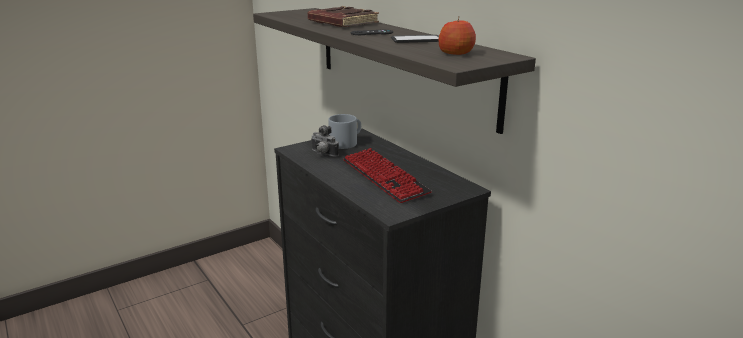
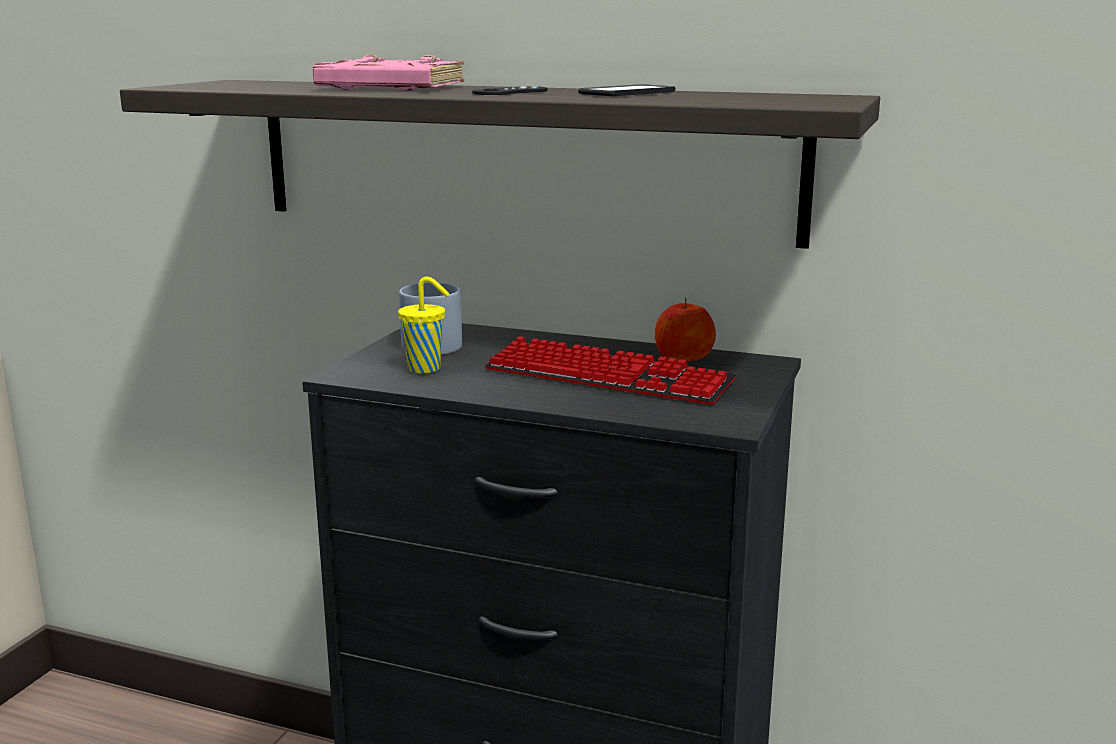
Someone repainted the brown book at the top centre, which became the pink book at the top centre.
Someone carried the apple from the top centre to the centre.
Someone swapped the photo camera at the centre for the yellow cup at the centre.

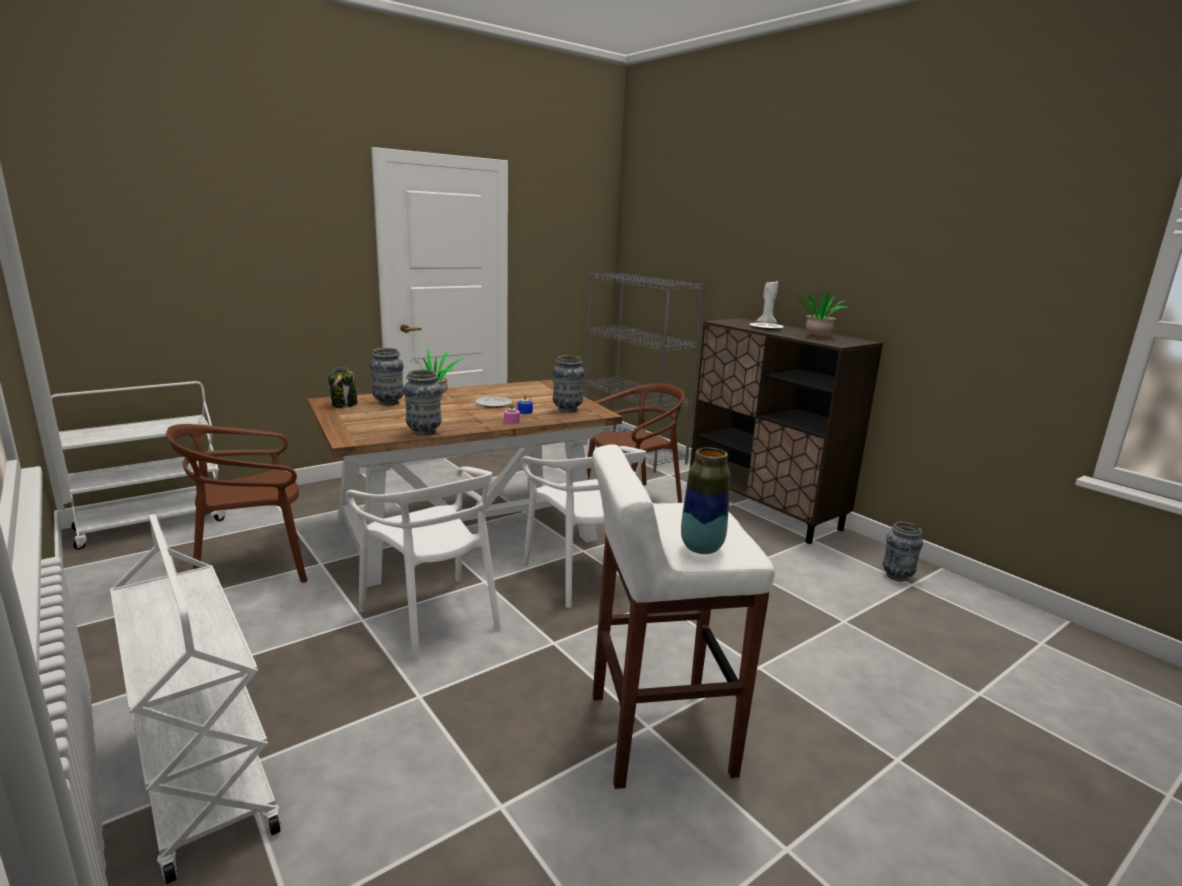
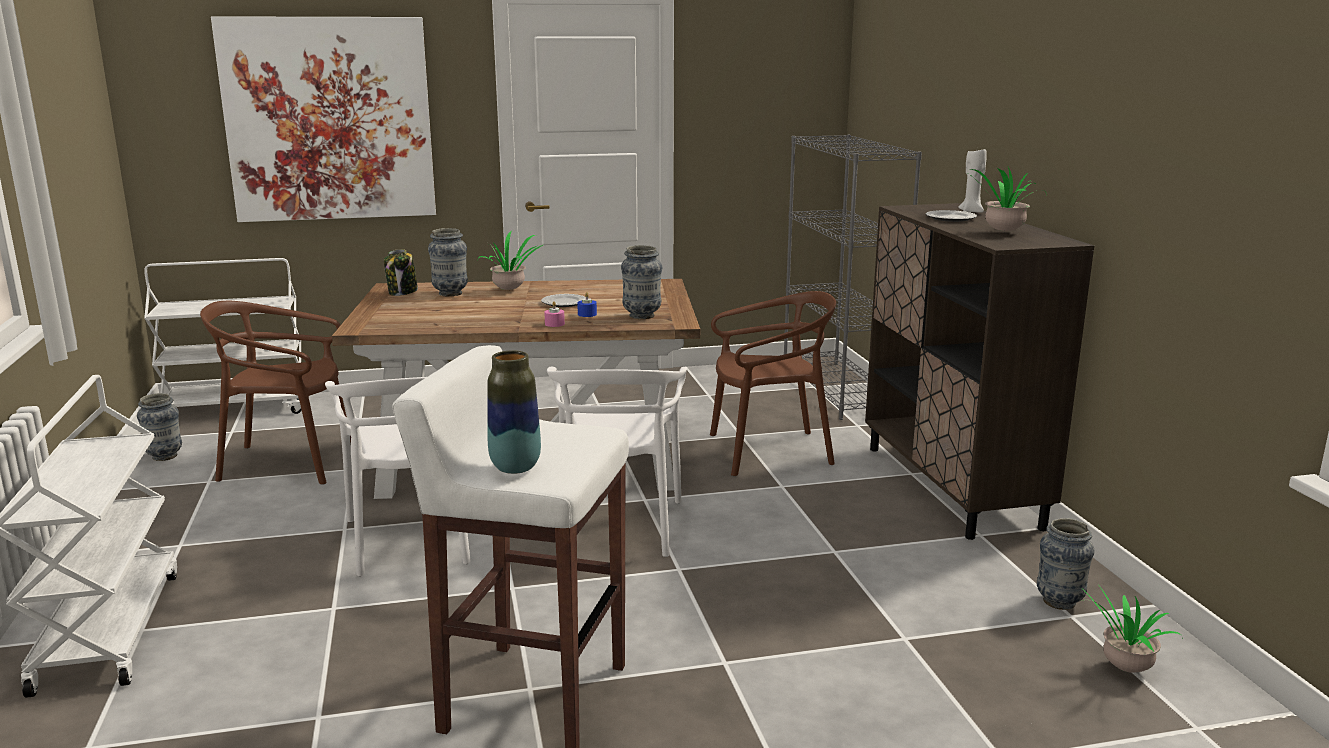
Someone carried the vase (2nd from left in the first image) from the centre to the middle left.
Someone put up the picture at the top left.
Someone put down the potted plant (3rd from left) at the bottom right.

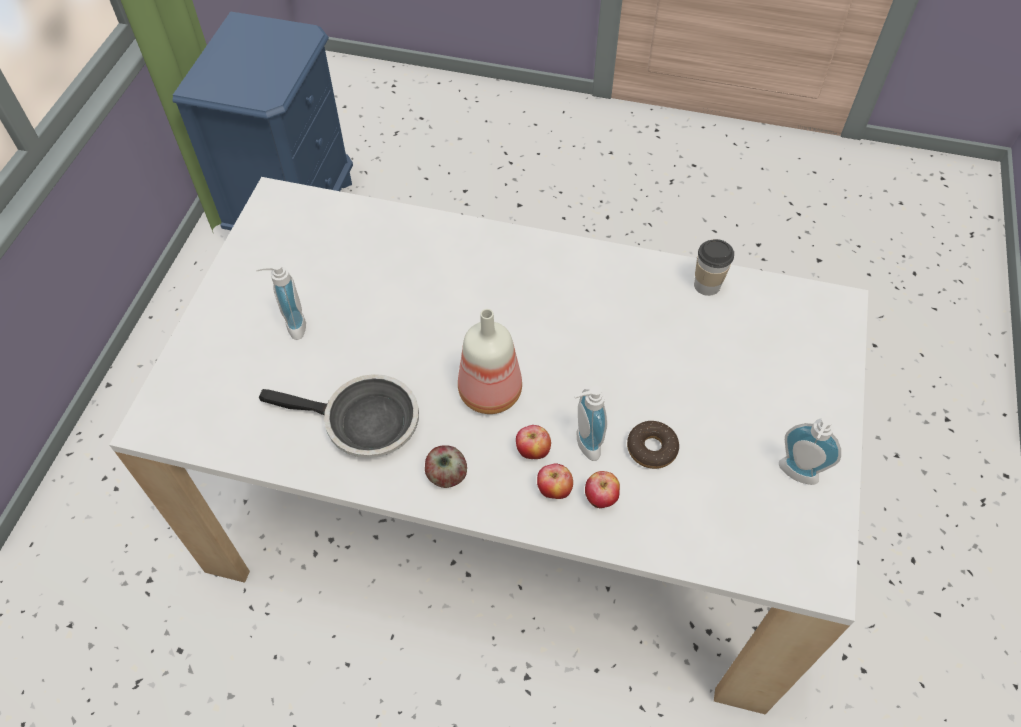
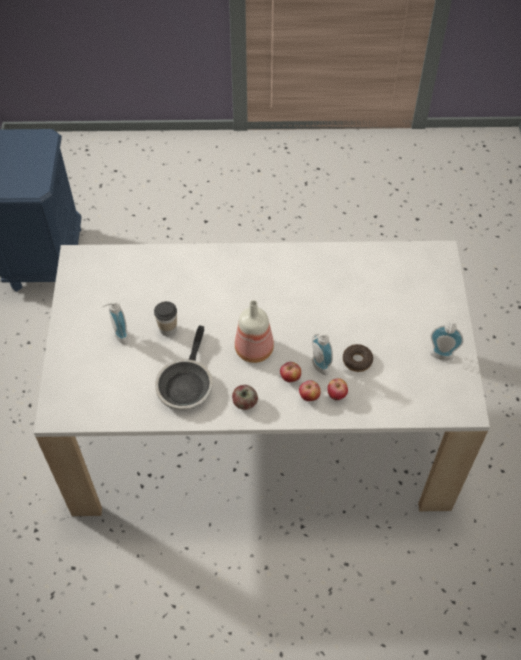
Someone carried the cup from the middle right to the middle left.
Someone rotated the frying pan at the middle left by 105 degrees clockwise.

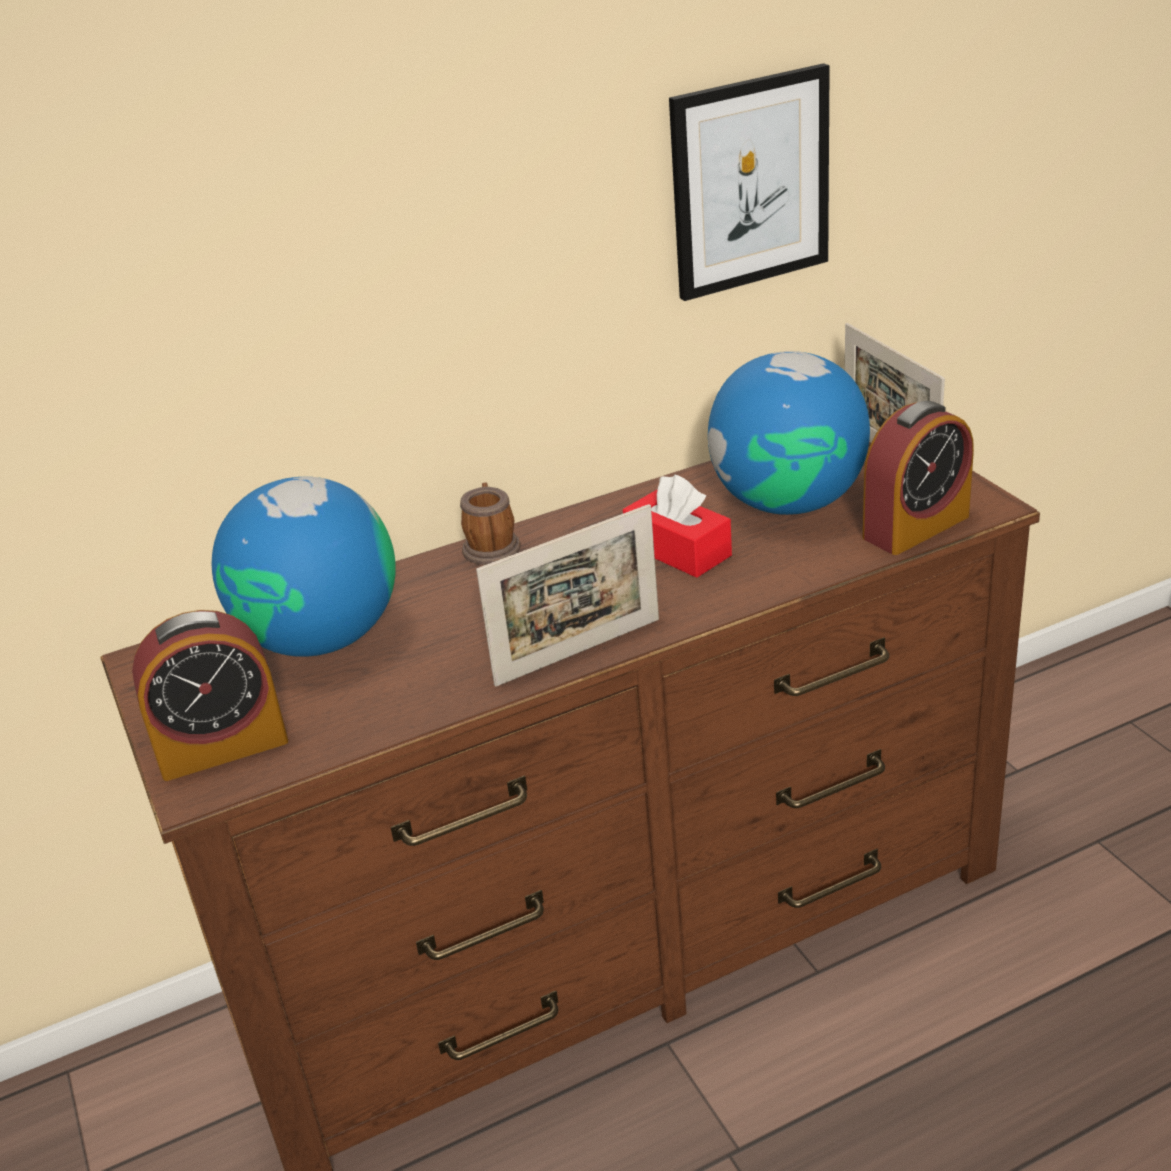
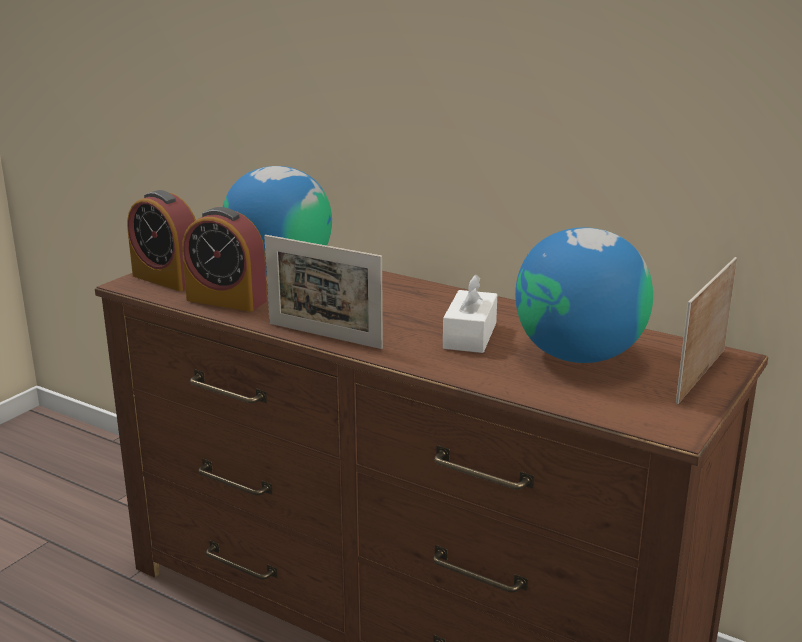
Someone took away the picture at the top centre.
Someone carried the alarm clock (2nd from left) from the middle right to the middle left.
Someone repainted the red tissue box at the centre, which became the white tissue box at the centre.
Someone took away the mug at the centre.

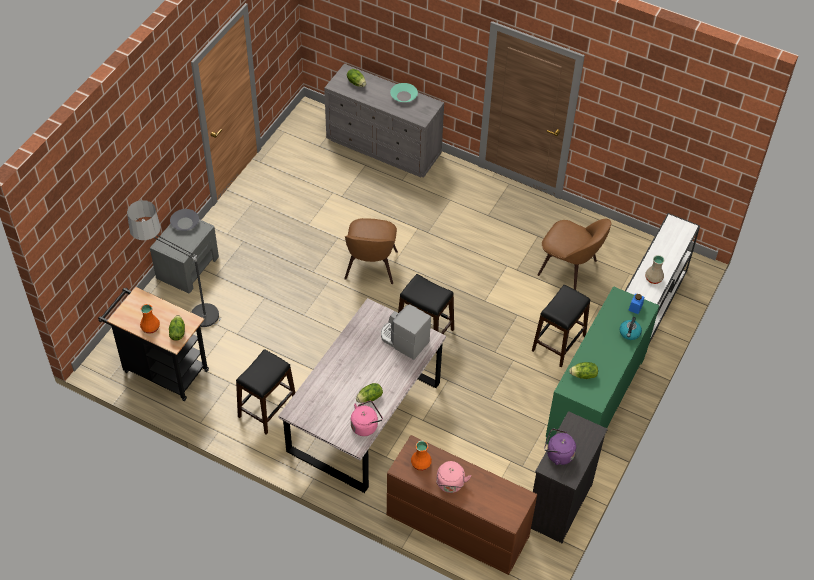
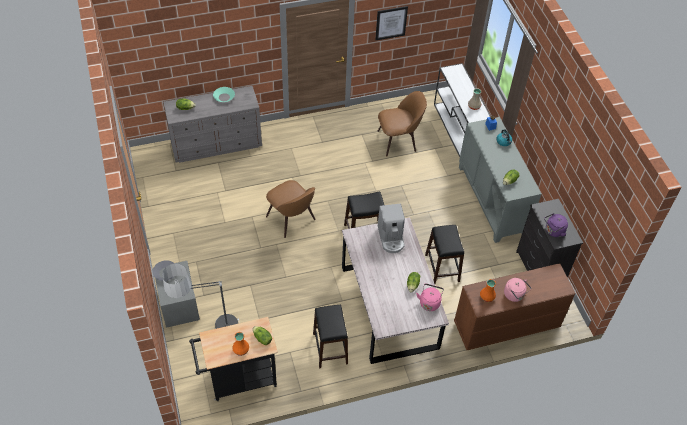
Someone carried the black stool (3rd from left) from the middle right to the centre.
Someone repainted the green cabinet at the middle right, which became the grey cabinet at the middle right.
Someone rotated the coffee machine at the centre by 90 degrees counterclockwise.
Someone put up the picture at the top centre.

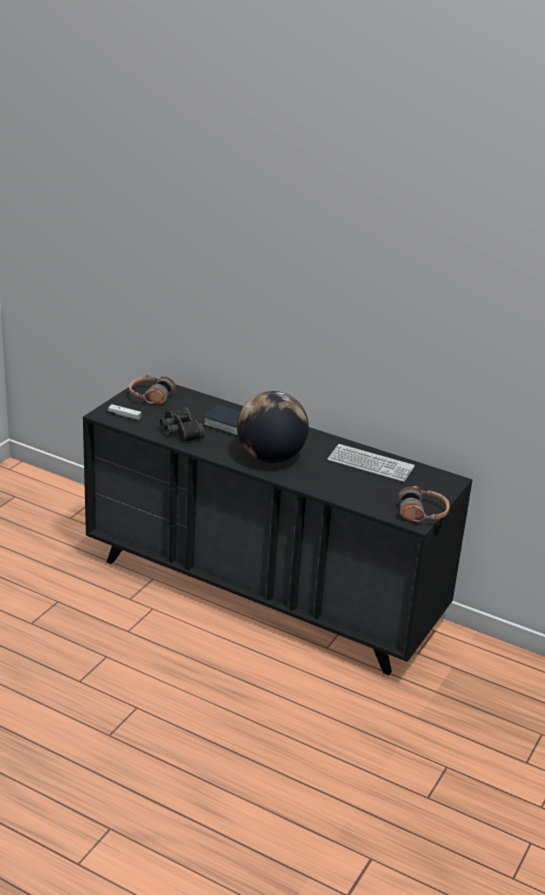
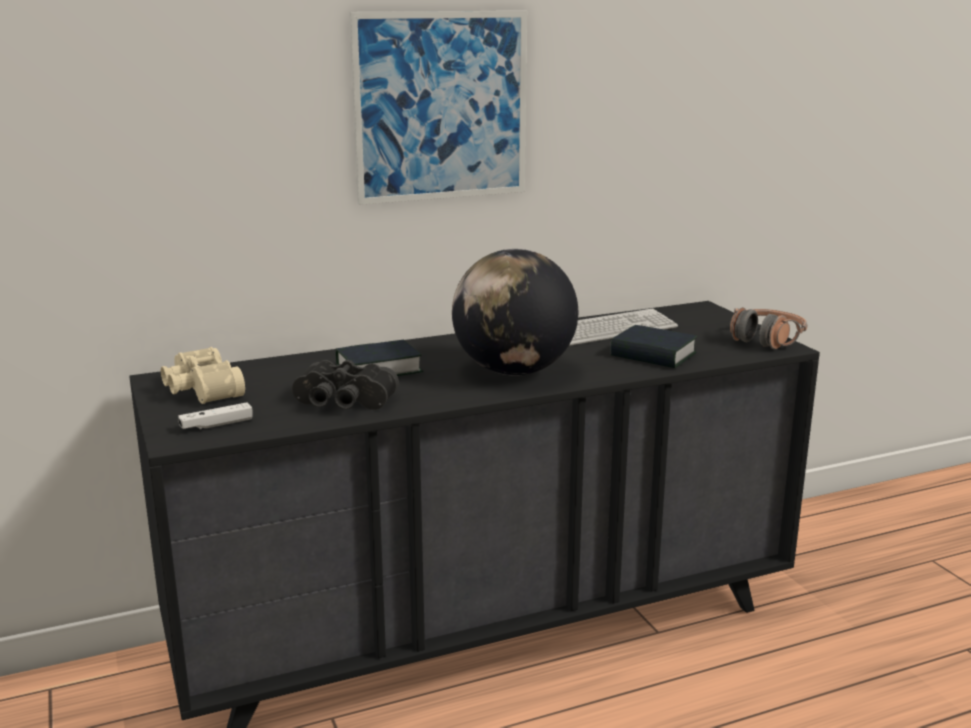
Someone swapped the headphones (1st from left) at the middle left for the beige binoculars at the middle left.
Someone put up the picture at the top centre.
Someone put down the book (2nd from left) at the middle right.

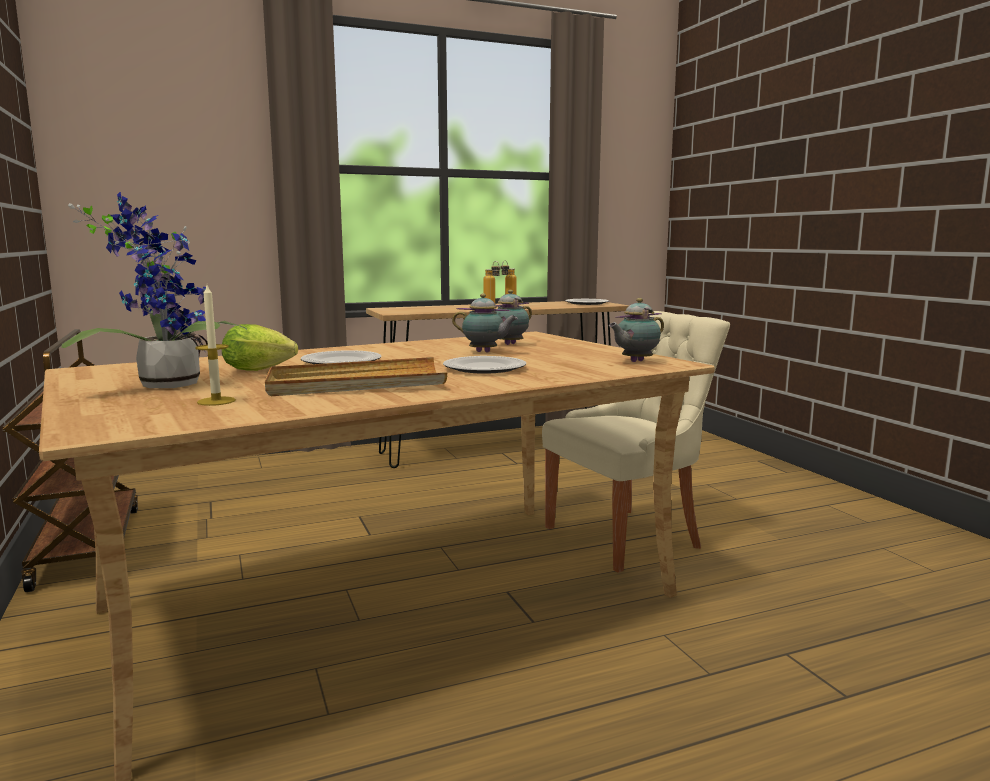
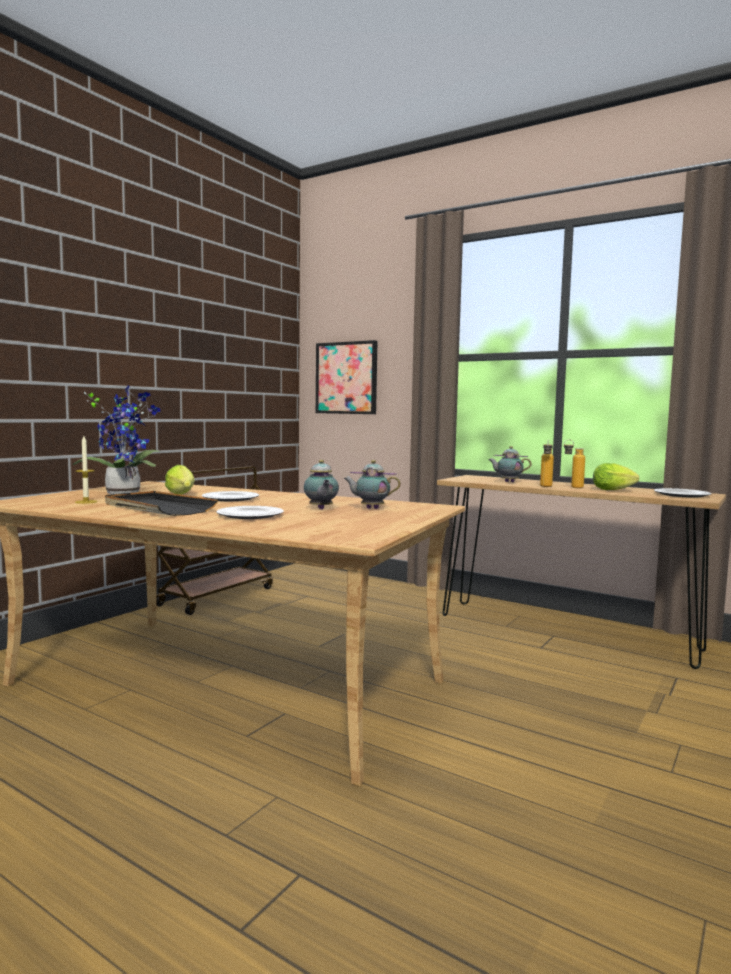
Someone carried the teapot (3rd from left) from the centre to the middle right.
Someone took away the beige chair at the centre.
Someone repainted the beige tray at the centre, which became the black tray at the middle left.
Someone put up the picture at the centre.
Someone put down the lettuce (2nd from left) at the middle right.

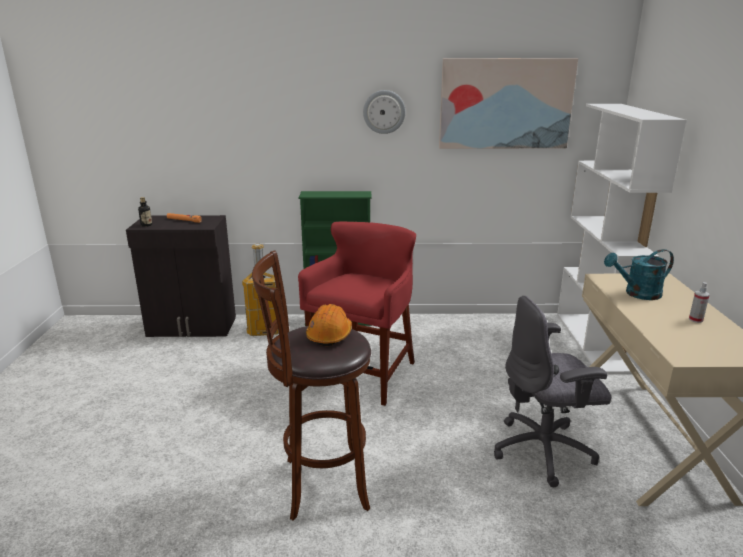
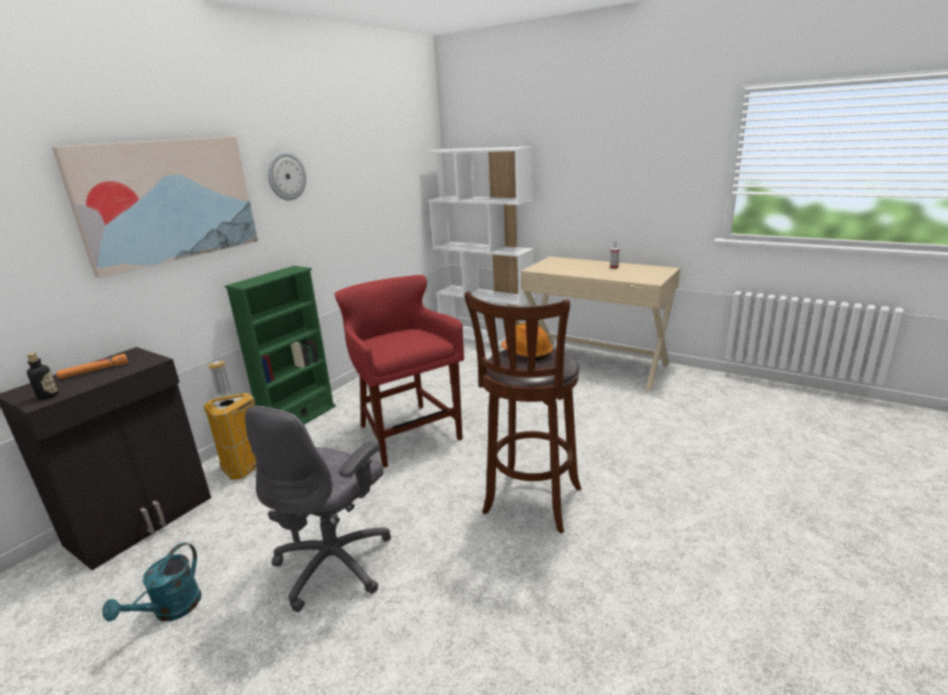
Someone carried the picture from the top right to the top left.
Someone carried the turquoise watering can from the middle right to the bottom left.
Someone carried the grey office chair from the bottom right to the bottom centre.

